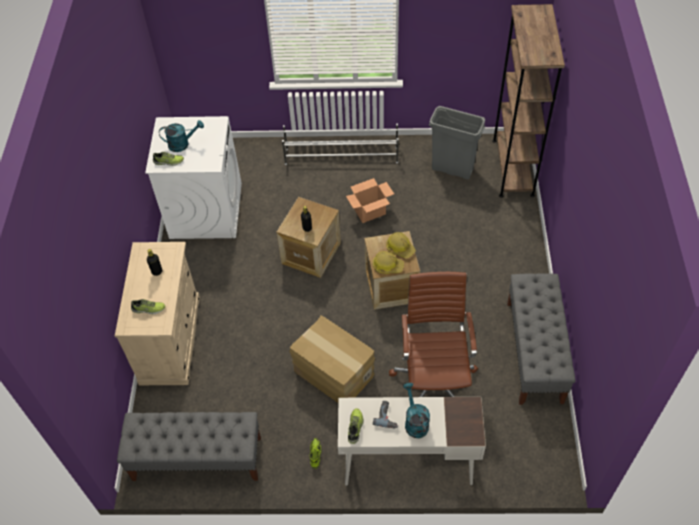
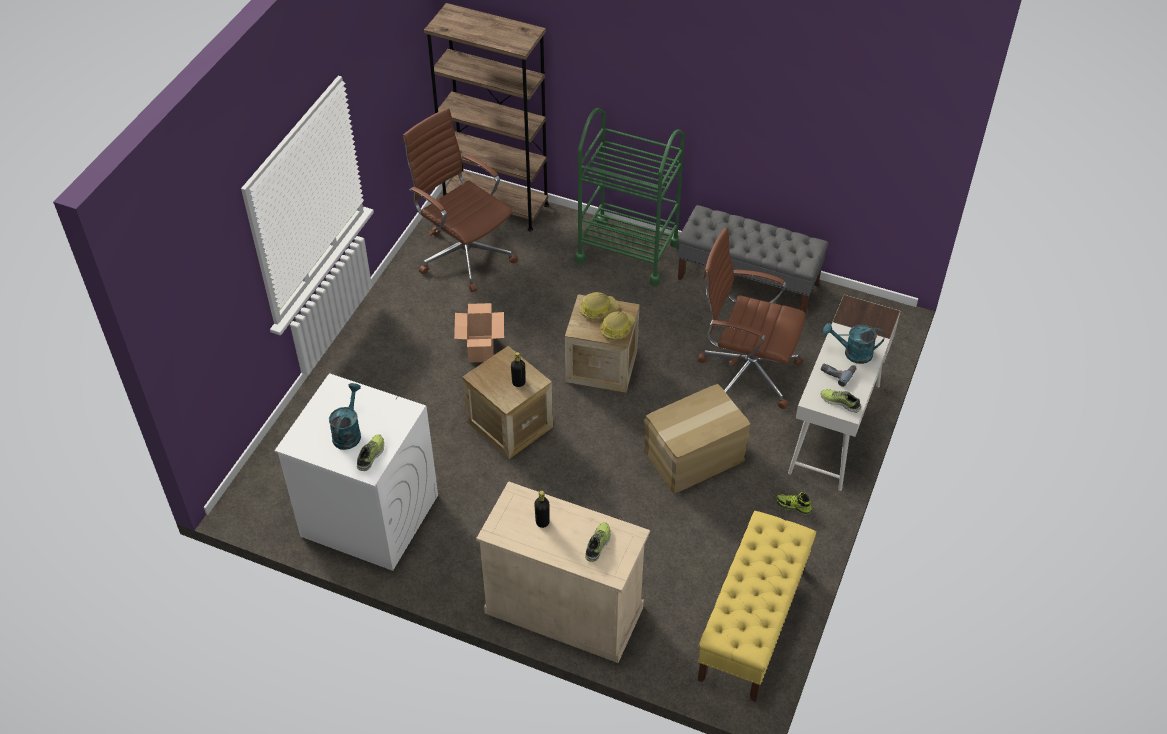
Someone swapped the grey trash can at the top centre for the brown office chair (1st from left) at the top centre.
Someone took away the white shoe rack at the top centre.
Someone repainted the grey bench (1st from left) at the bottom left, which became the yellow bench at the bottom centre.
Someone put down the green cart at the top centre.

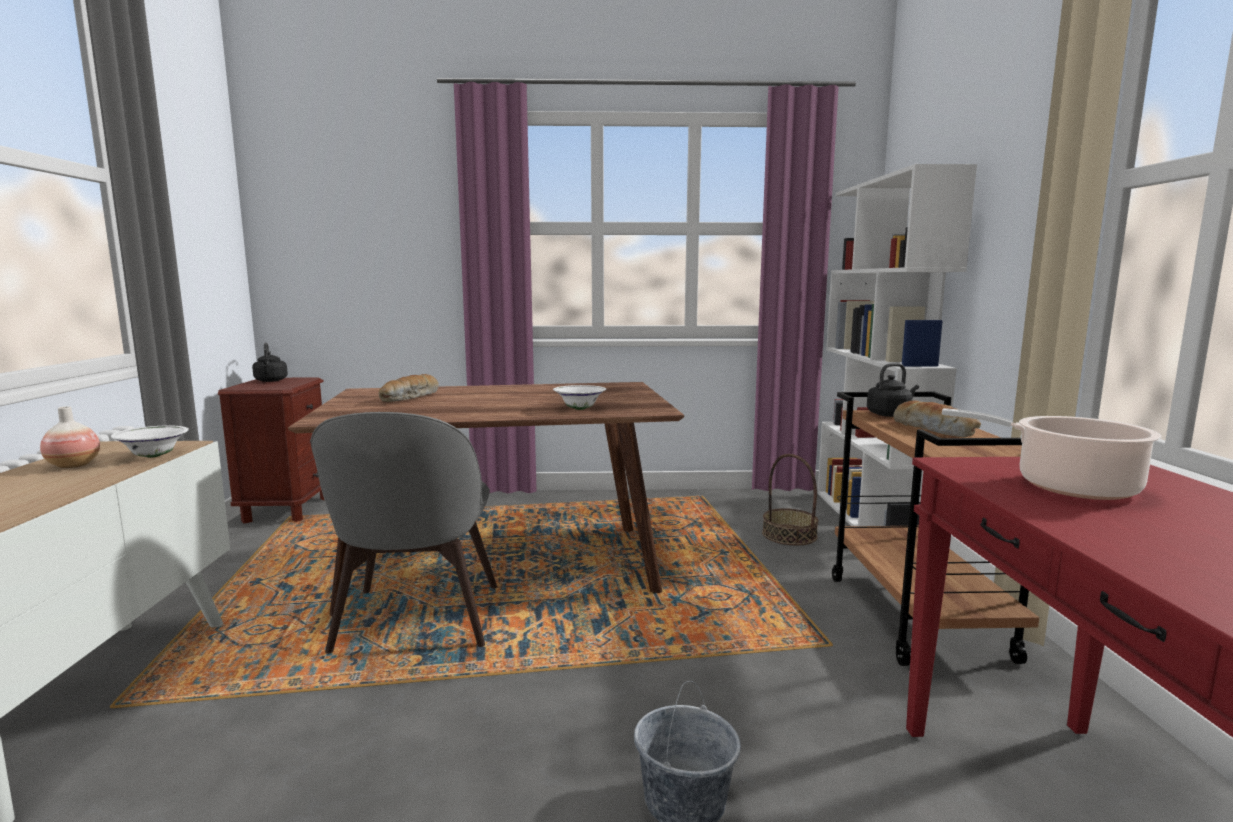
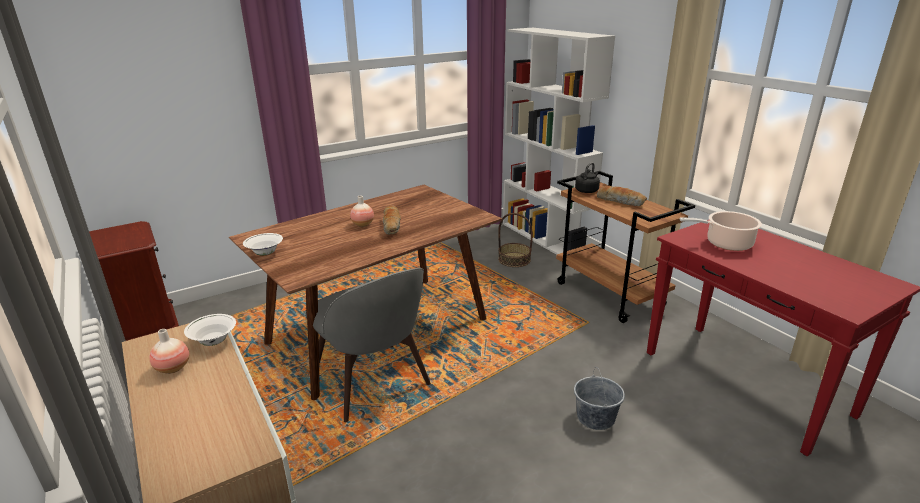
Someone took away the black kettle (1st from left) at the middle left.
Someone carried the bread (1st from left) from the middle left to the centre.
Someone carried the white bowl (2nd from left) from the centre to the middle left.
Someone put down the vase (2nd from left) at the centre.

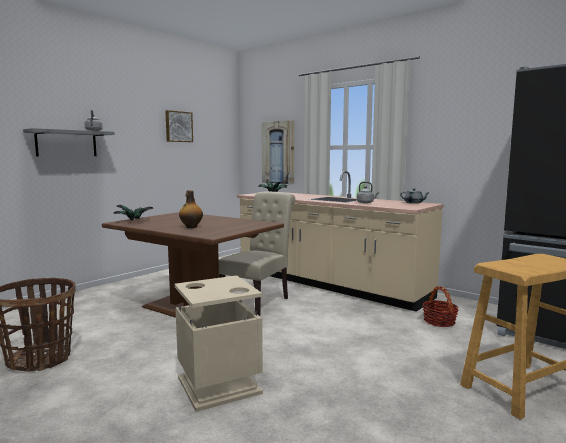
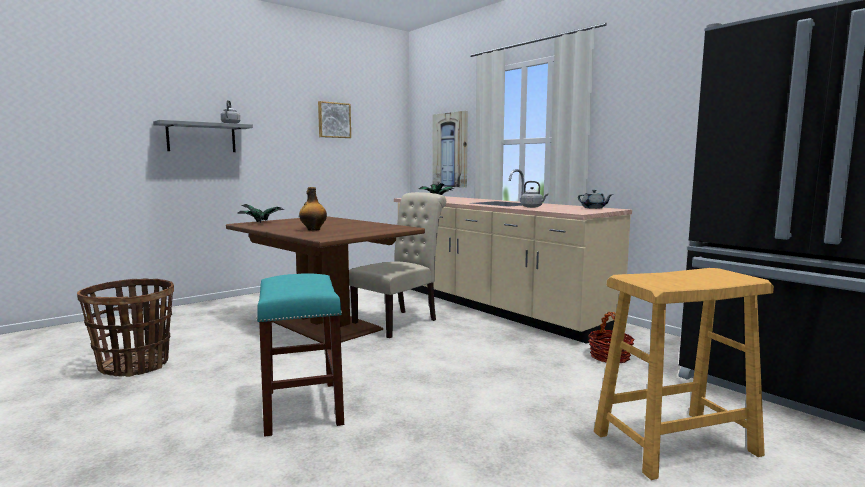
Someone swapped the beige trash can at the bottom centre for the turquoise stool at the bottom centre.

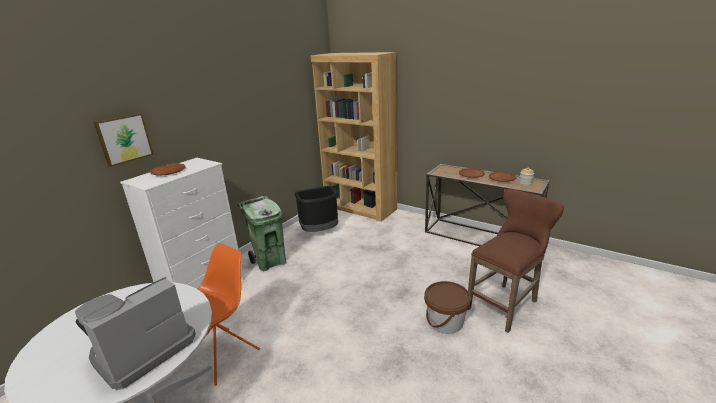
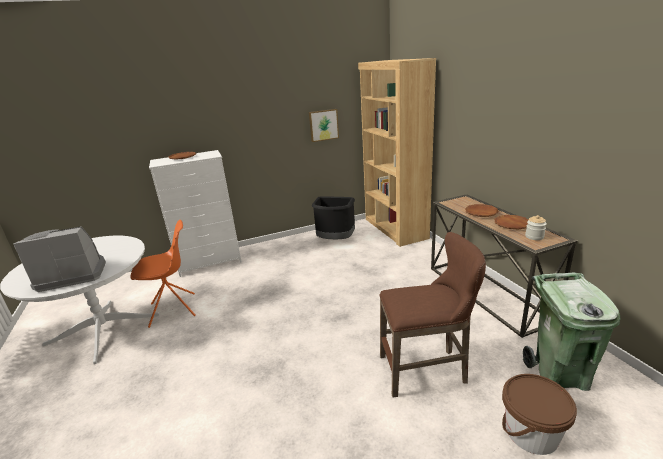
Someone carried the picture from the middle left to the top centre.
Someone carried the green trash can from the centre to the bottom right.
Someone carried the brown bucket from the bottom centre to the bottom right.

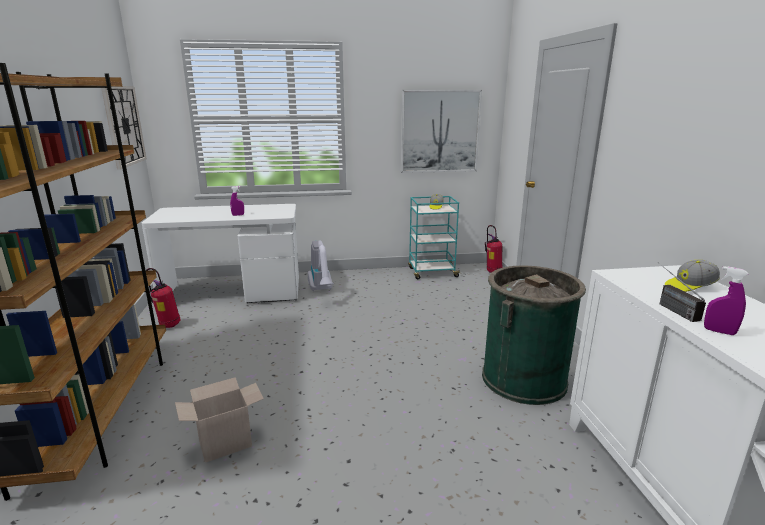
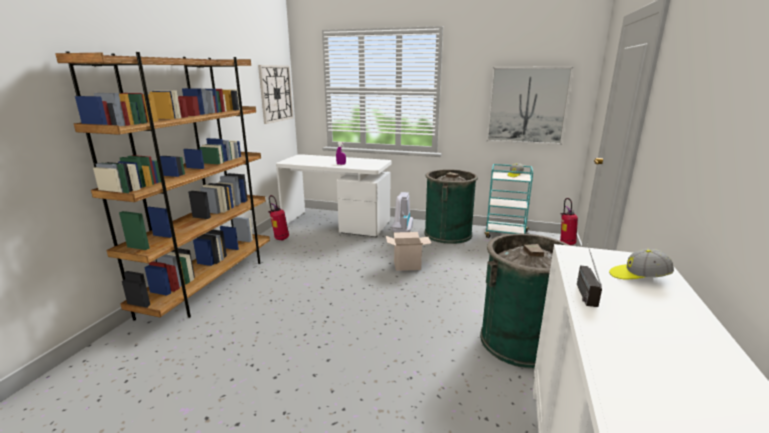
Someone took away the purple spray bottle (2nd from left) at the middle right.
Someone carried the cardboard box from the bottom left to the centre.
Someone put down the green trash can (1st from left) at the centre.

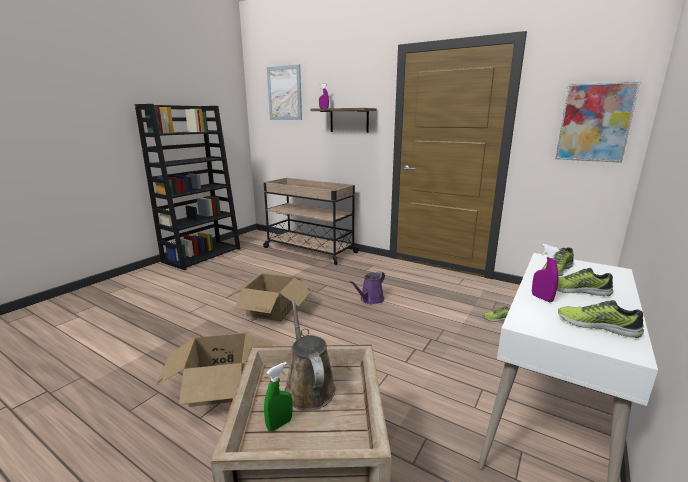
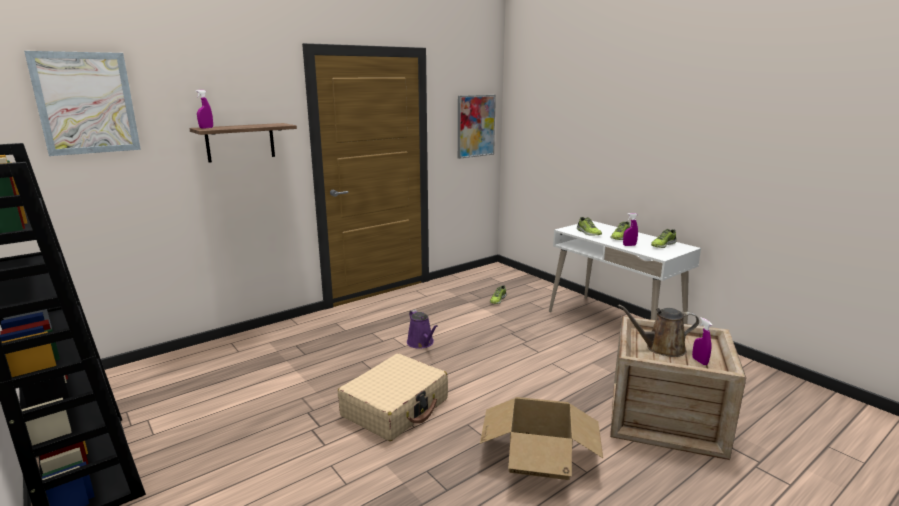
Someone took away the beige cart at the centre.
Someone swapped the cardboard box (2nd from left) at the centre for the beige suitcase at the bottom centre.
Someone repainted the green spray bottle at the bottom centre, which became the purple spray bottle (3rd from left) at the bottom right.

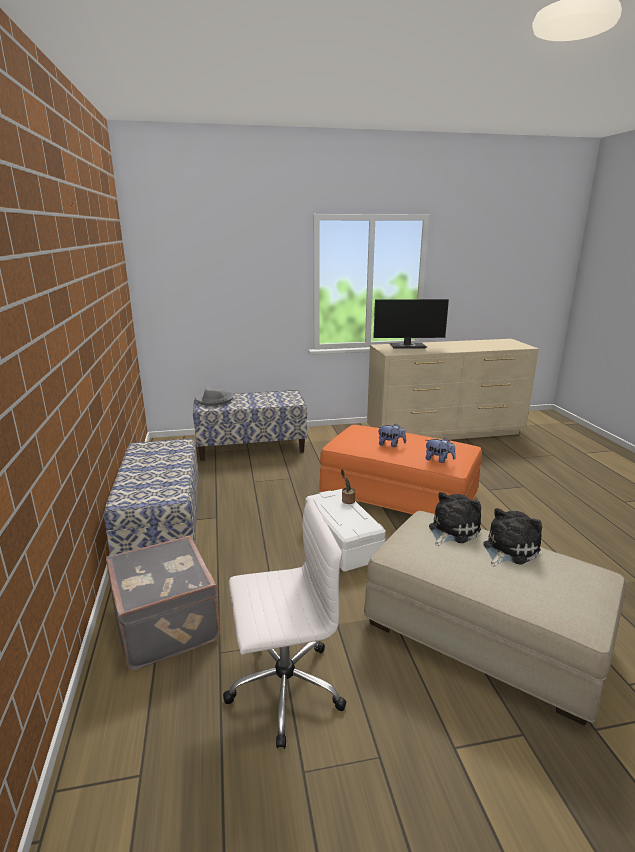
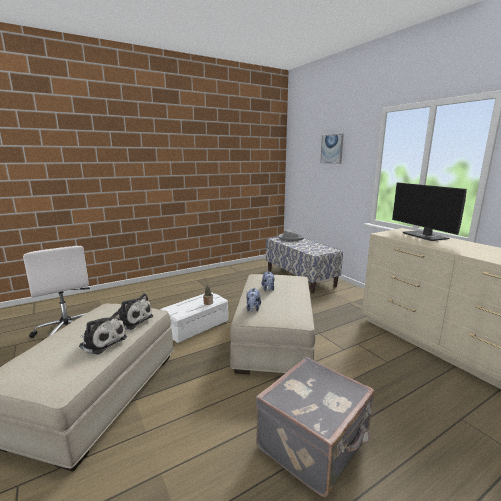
Someone repainted the orange ottoman at the centre, which became the beige ottoman (2nd from left) at the centre.
Someone took away the bench (1st from left) at the middle left.
Someone carried the grey suitcase from the bottom left to the bottom centre.
Someone put up the picture at the top centre.

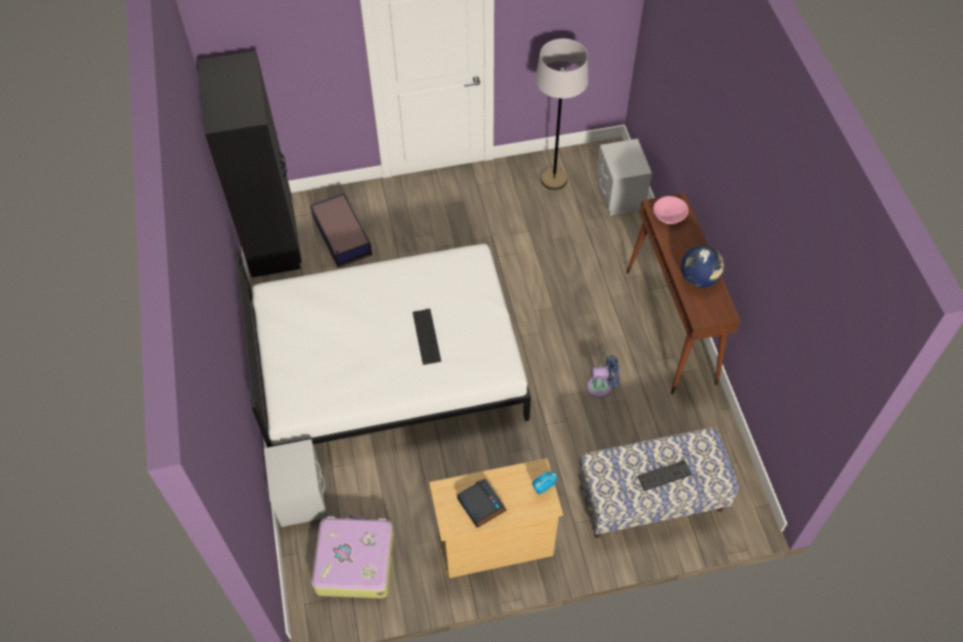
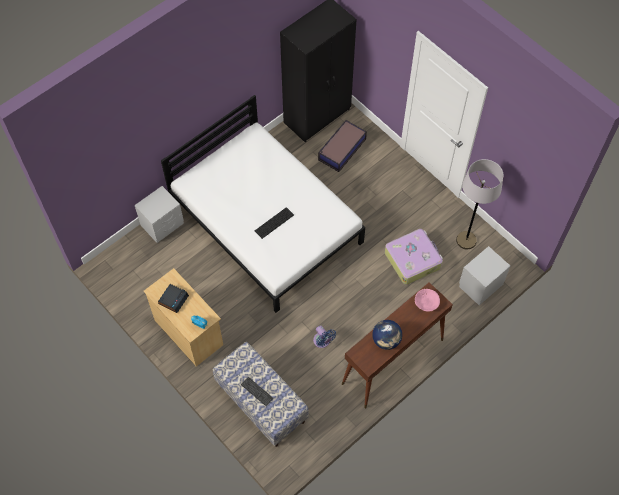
Someone carried the suitcase from the bottom centre to the middle right.

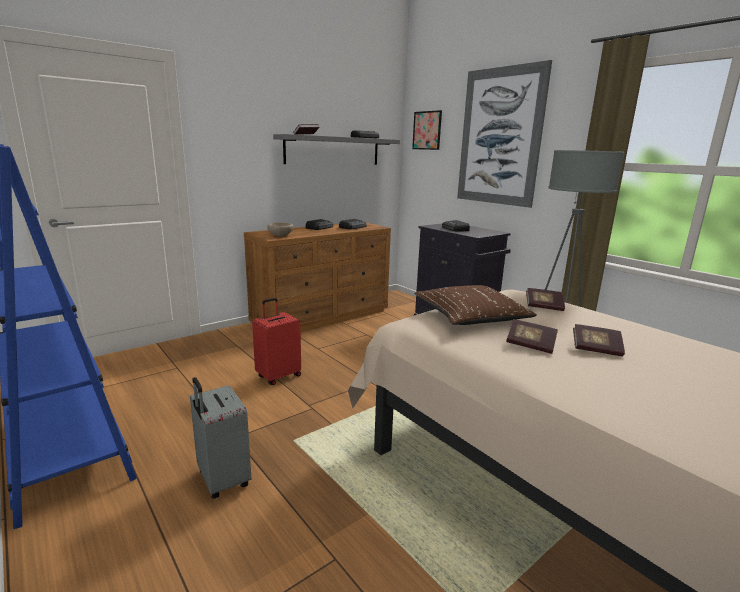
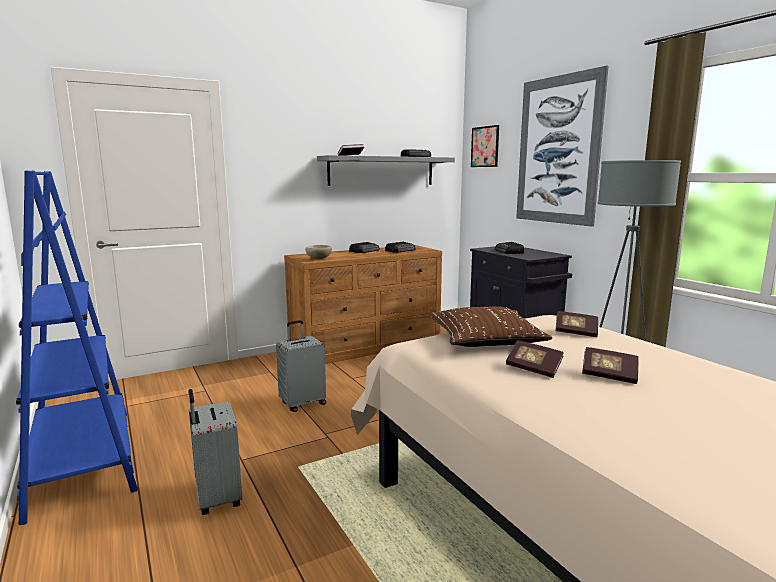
Someone repainted the red suitcase at the centre, which became the grey suitcase (2nd from left) at the centre.

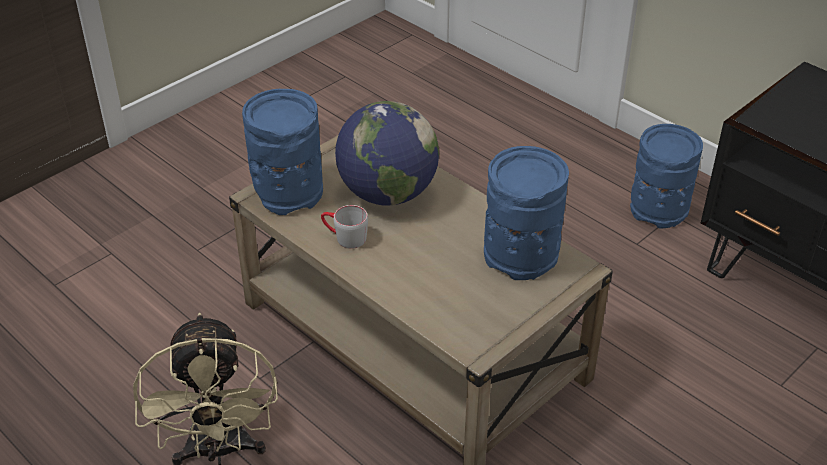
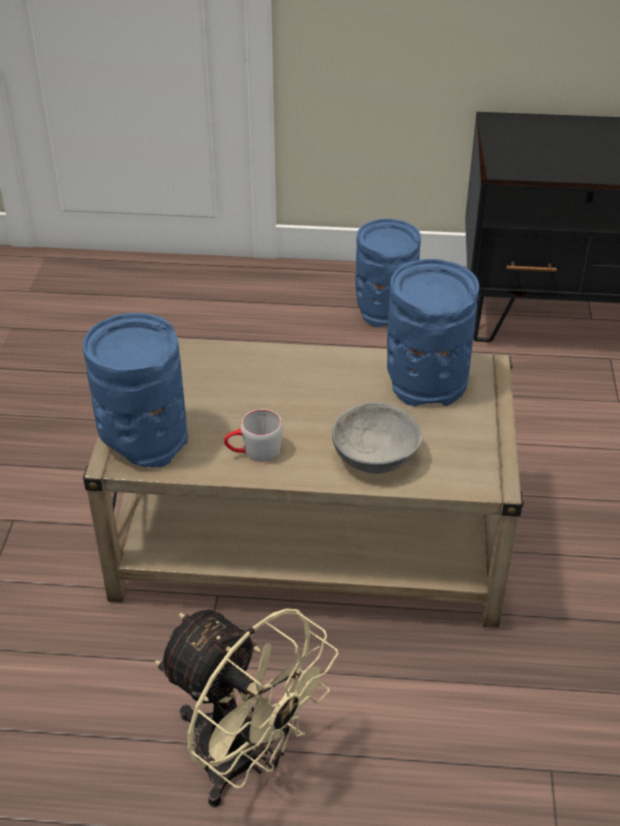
Someone took away the globe at the top centre.
Someone put down the grey bowl at the centre.

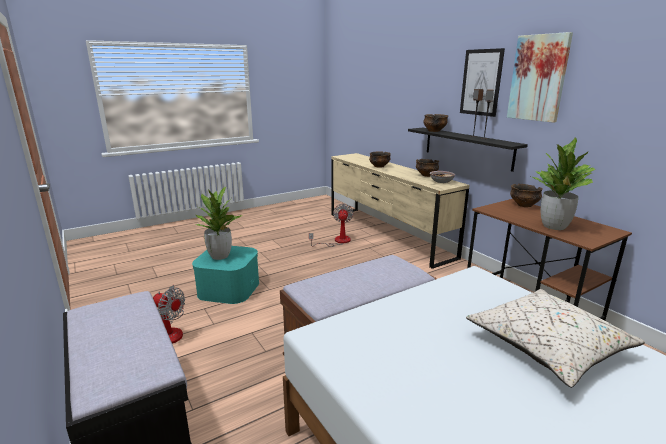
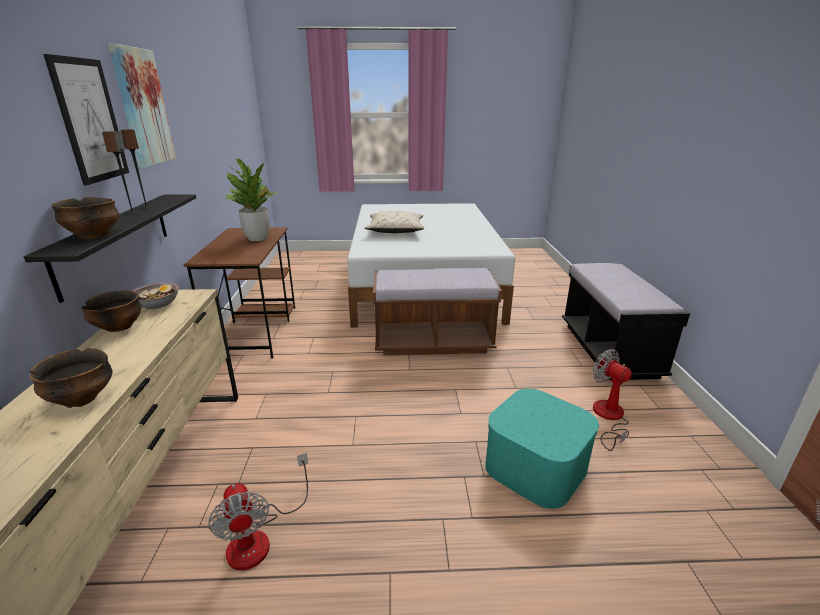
Someone took away the bowl (5th from left) at the middle right.
Someone took away the potted plant (1st from left) at the middle left.
Someone rotated the fan (2nd from left in the first image) at the centre by 60 degrees counterclockwise.

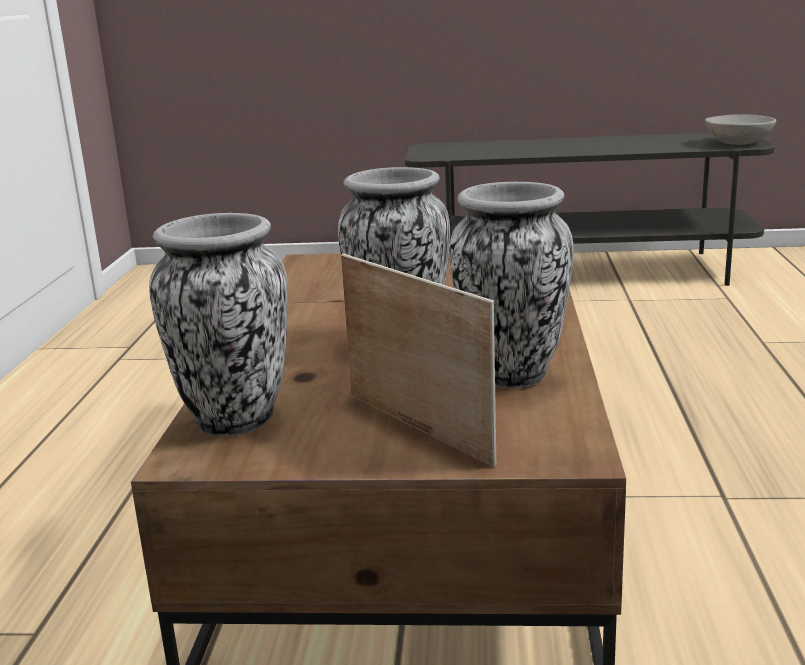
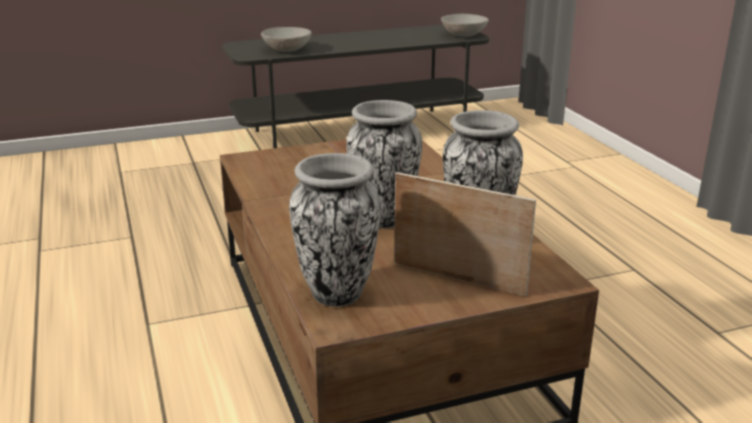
Someone put down the grey bowl (1st from left) at the top centre.

